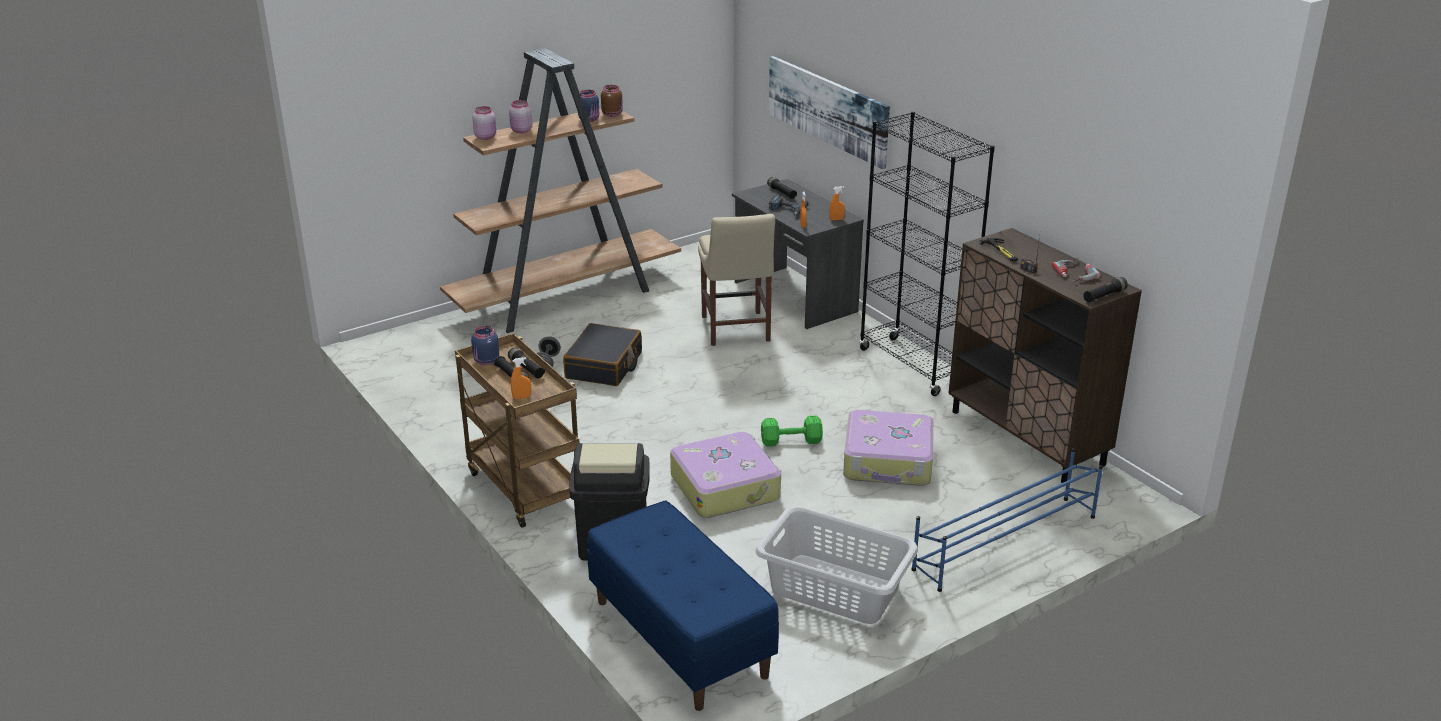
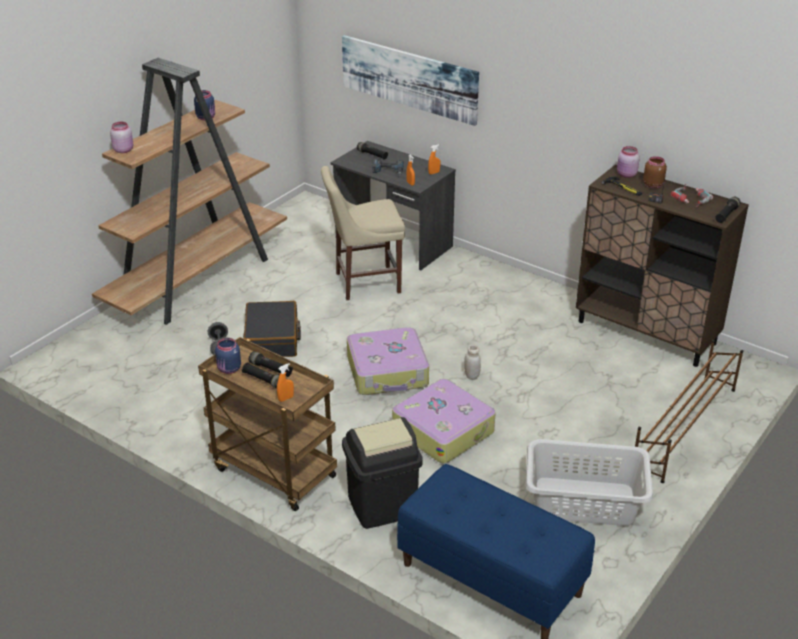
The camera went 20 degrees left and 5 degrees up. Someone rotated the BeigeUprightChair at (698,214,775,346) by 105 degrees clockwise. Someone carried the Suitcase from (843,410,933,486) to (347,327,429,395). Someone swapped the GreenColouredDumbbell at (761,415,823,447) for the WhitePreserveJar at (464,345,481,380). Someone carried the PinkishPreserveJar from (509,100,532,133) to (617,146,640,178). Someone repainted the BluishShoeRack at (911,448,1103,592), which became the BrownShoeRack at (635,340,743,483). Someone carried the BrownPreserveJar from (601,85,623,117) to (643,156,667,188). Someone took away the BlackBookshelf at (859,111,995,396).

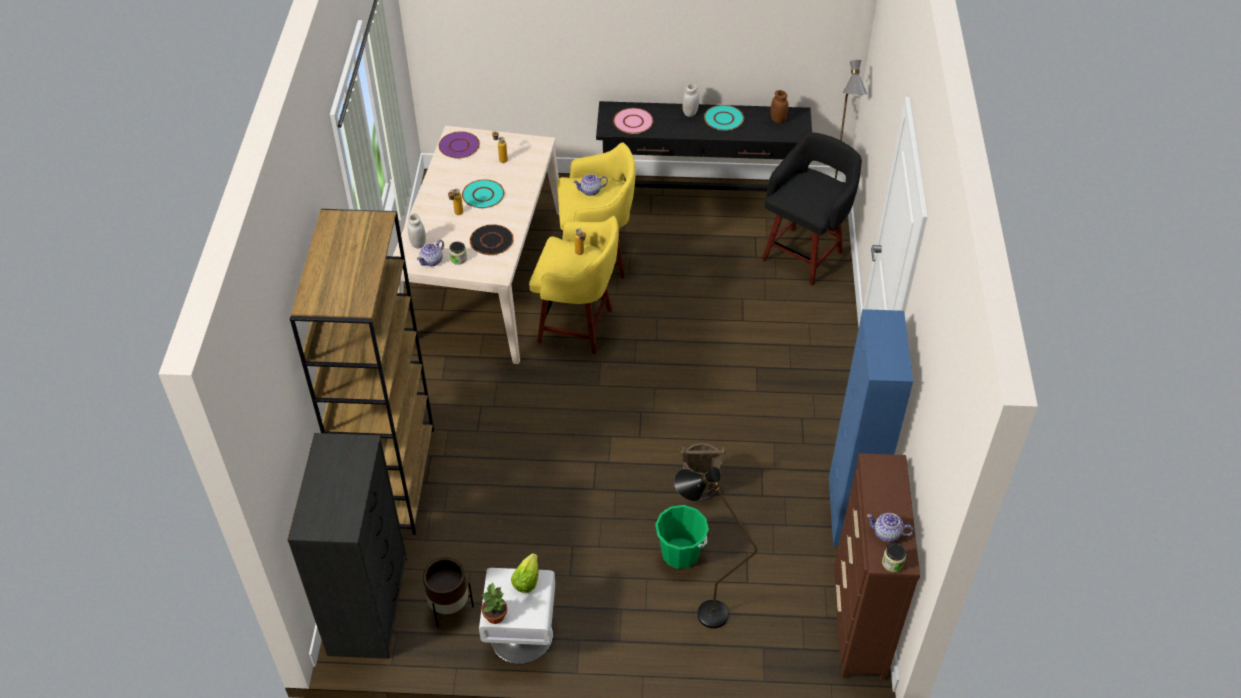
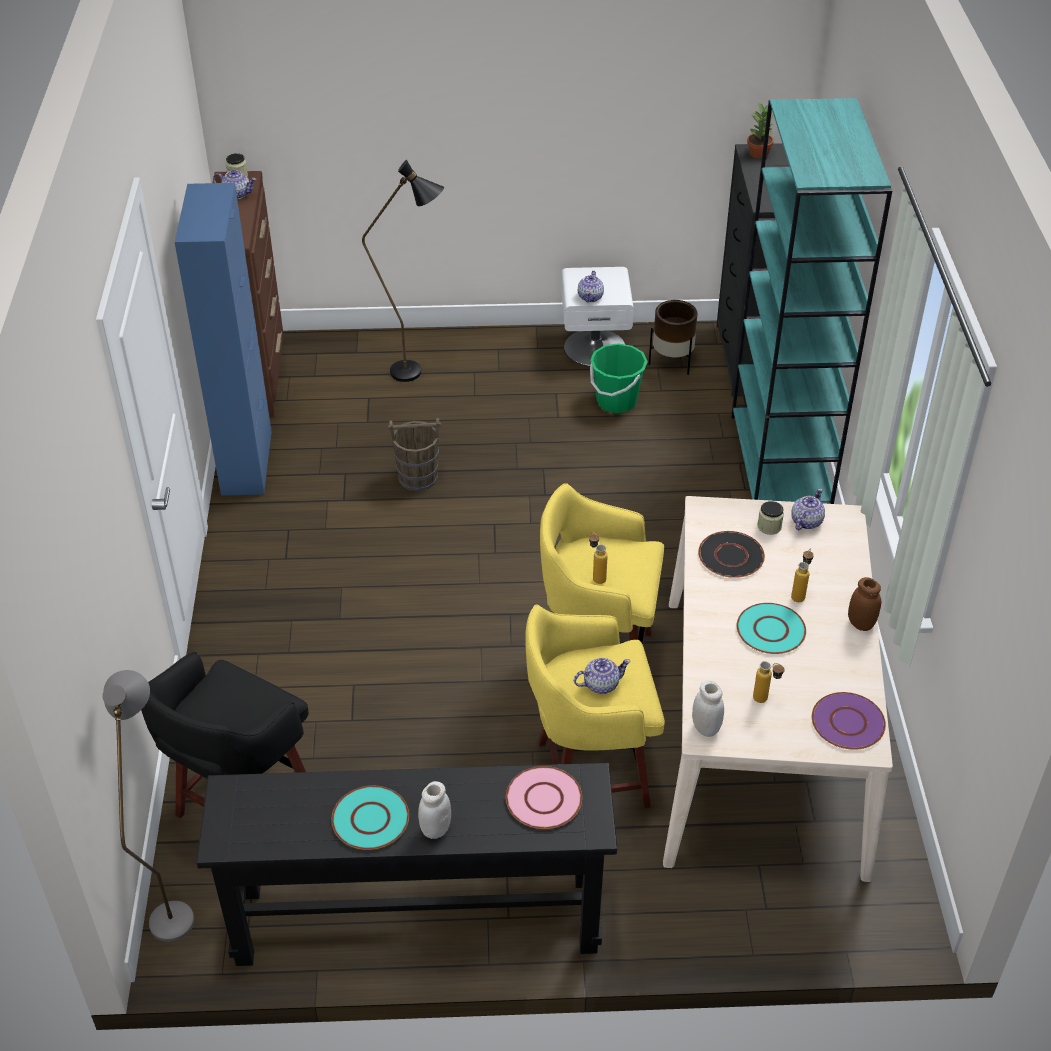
The camera went 175 degrees right and 5 degrees down. Someone swapped the LettuceHead at (511,553,539,593) for the Teapot at (578,271,604,302). Someone carried the GreenColouredBucket from (655,505,709,569) to (590,343,648,413). Someone carried the WhitePreserveJar from (407,213,426,248) to (692,681,724,737). Someone repainted the BrownBookshelf at (290,209,434,535), which became the TurquoiseBookshelf at (731,98,892,504). Someone carried the PlantInAPot from (482,582,507,624) to (747,102,774,158). Someone carried the BrownPreserveJar from (771,90,788,123) to (848,577,881,631).

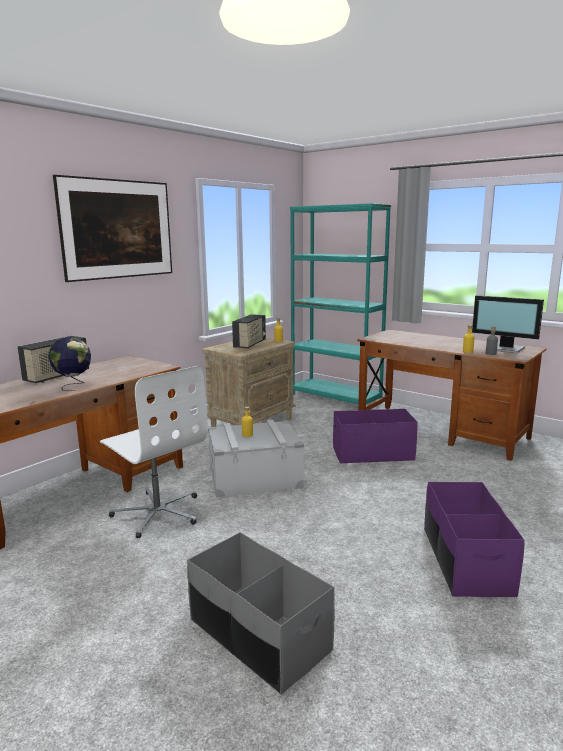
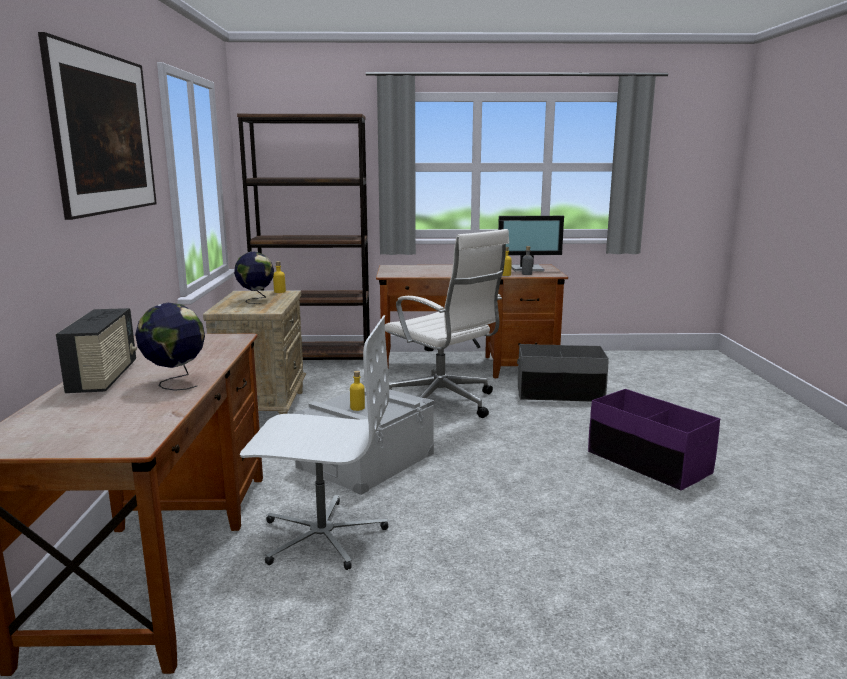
The camera went 40 degrees left and 0 degrees up. Someone swapped the RadioSet at (232,314,266,348) for the DeskGlobe at (234,252,274,304). Someone repainted the TurquoiseBookshelf at (290,203,391,405), which became the BrownBookshelf at (237,114,370,360). Someone swapped the PurplishStorageBin at (333,409,418,464) for the WhiteOfficeChair at (385,229,509,418). Someone carried the GreyStorageBin from (187,532,335,695) to (517,344,609,402).

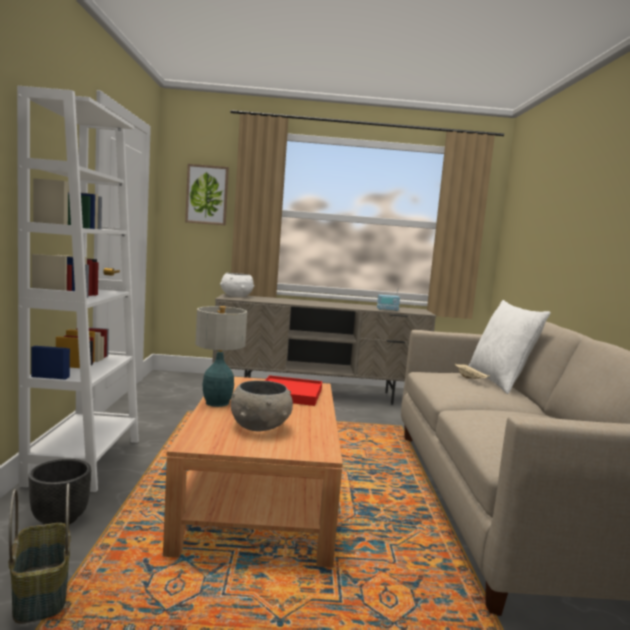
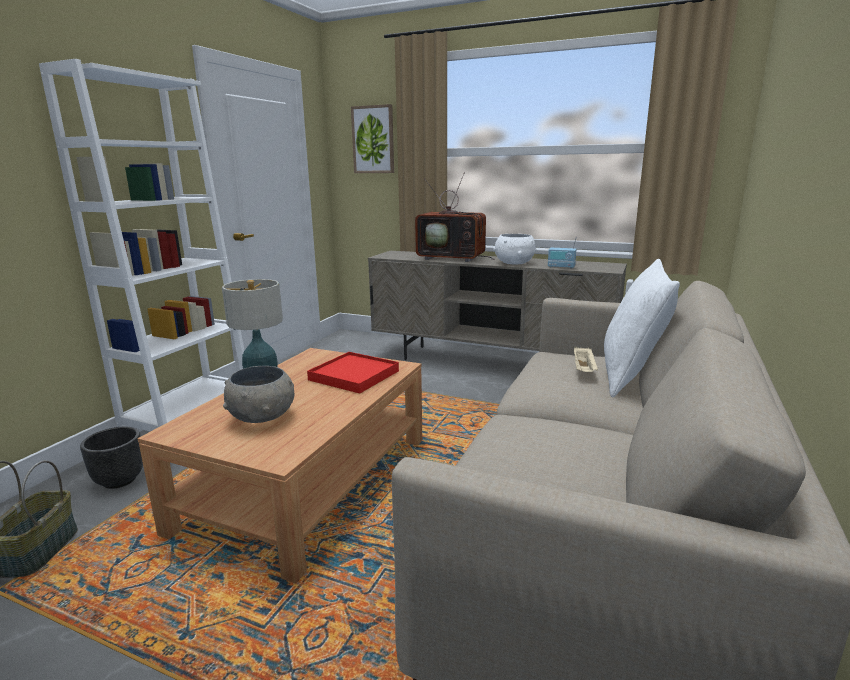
The camera went 25 degrees right and 10 degrees up. Someone put down the TvSet at (415,174,495,262). Someone carried the WhiteDeepDish from (220,273,254,297) to (493,234,537,264).

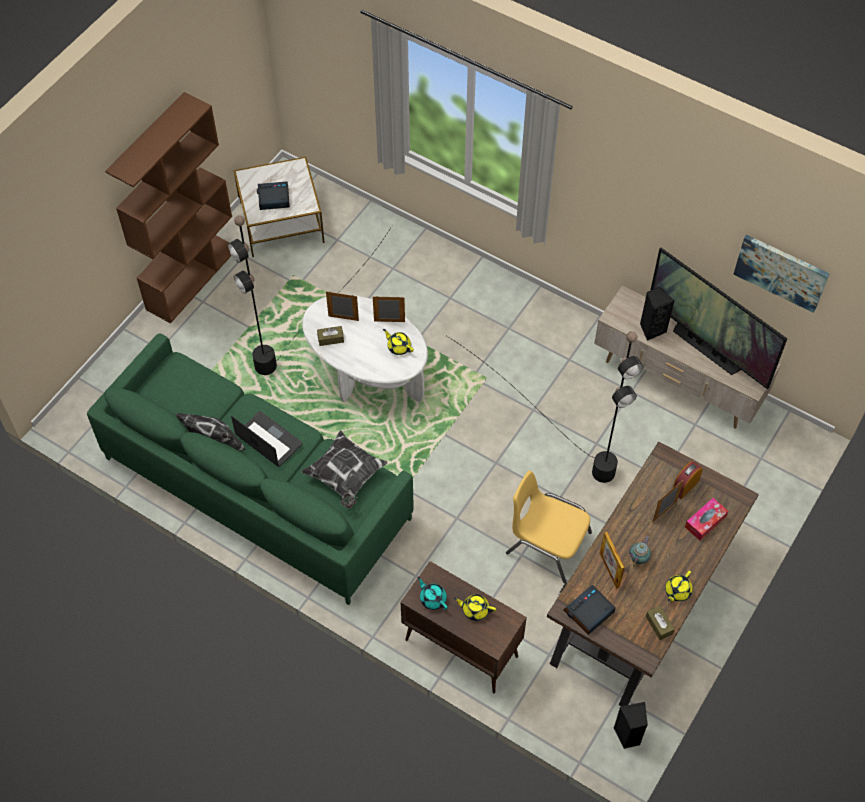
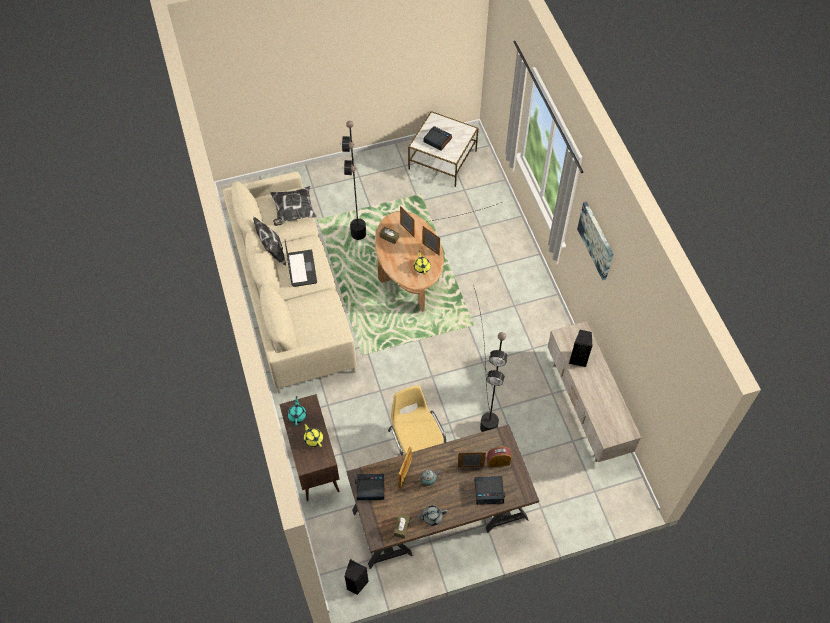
The camera went 40 degrees right and 0 degrees up. Someone repainted the GreenColouredSettee at (87,333,414,605), which became the BeigeSettee at (223,172,356,394). Someone carried the Pillow from (301,430,388,509) to (271,186,317,226). Someone repainted the WhiteLowTable at (302,295,428,402), which became the BrownLowTable at (375,211,444,312). Someone repainted the YellowTeapot at (665,571,692,602), which became the GreyTeapot at (416,505,448,526). Someone swapped the TissueBox at (685,498,728,541) for the AlarmClock at (475,476,505,505). Someone carried the Picture from (733,234,830,313) to (577,202,613,280). Someone took away the BrownBookshelf at (105,92,232,324). Someone took away the TvSet at (650,248,787,389).

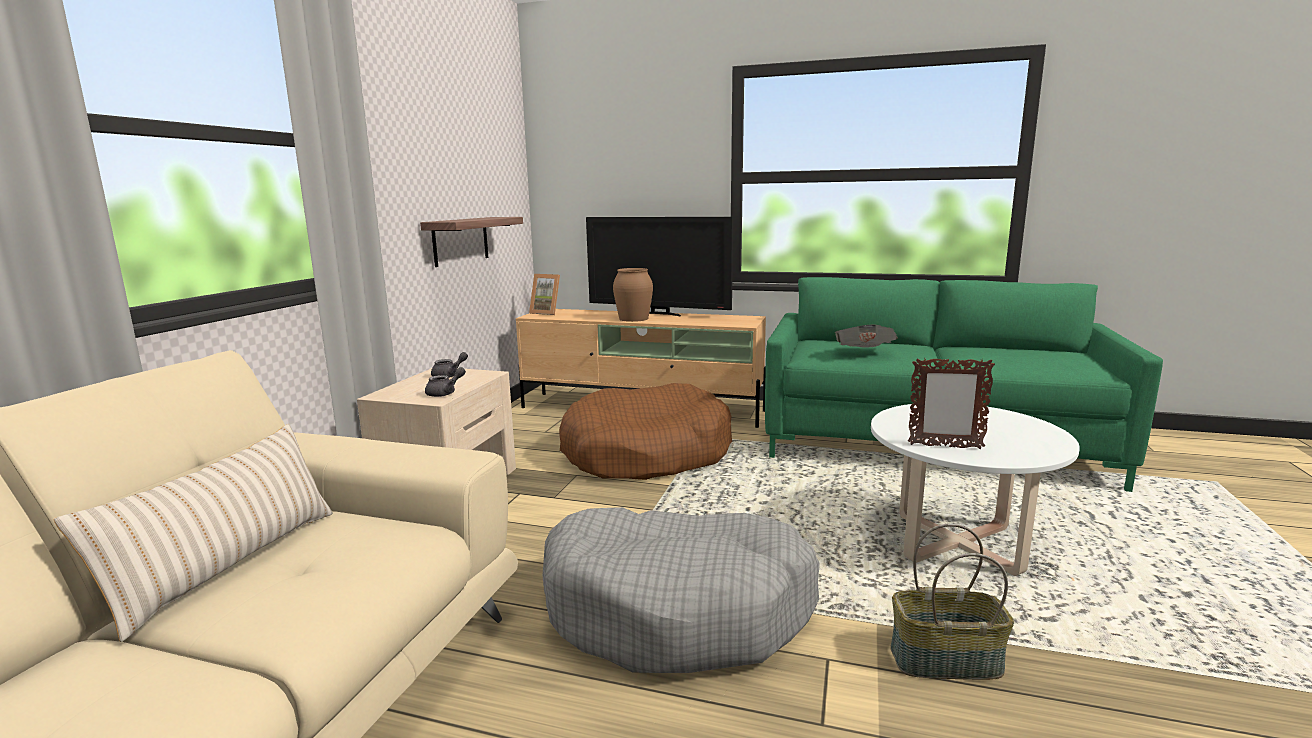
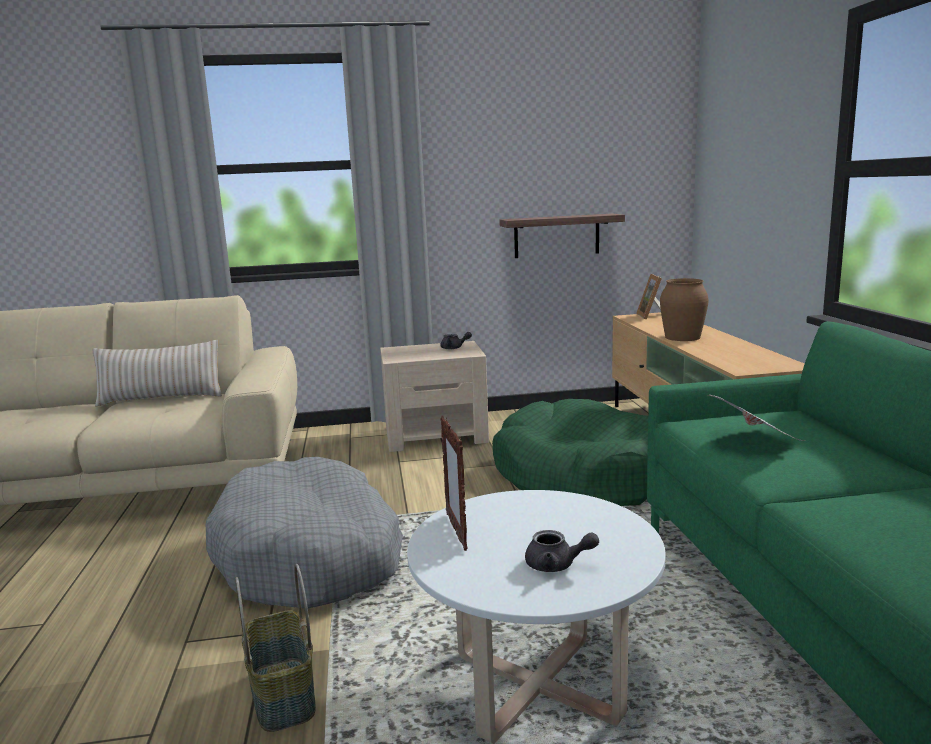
The camera went 65 degrees right and 0 degrees up. Someone repainted the BrownDogBed at (559,383,732,480), which became the GreenColouredDogBed at (492,399,648,506). Someone carried the GreyTeapot from (425,367,466,397) to (525,530,599,572). Someone took away the TvSet at (586,217,733,316).

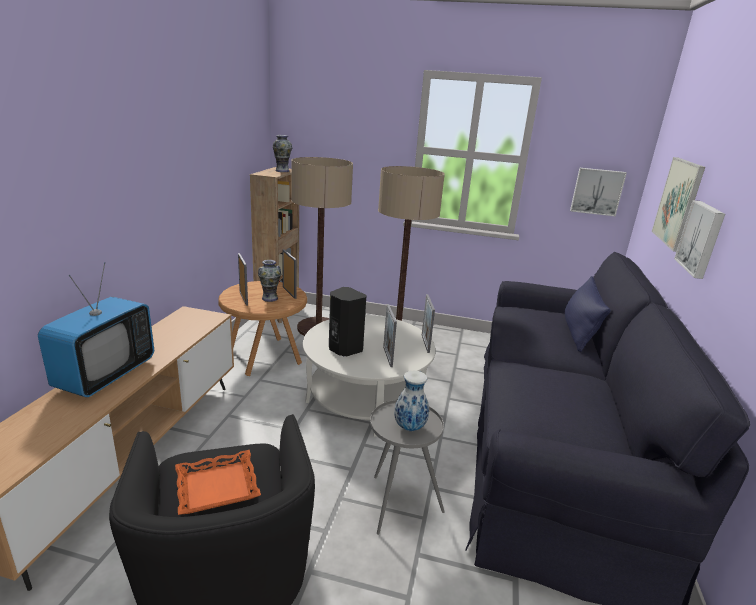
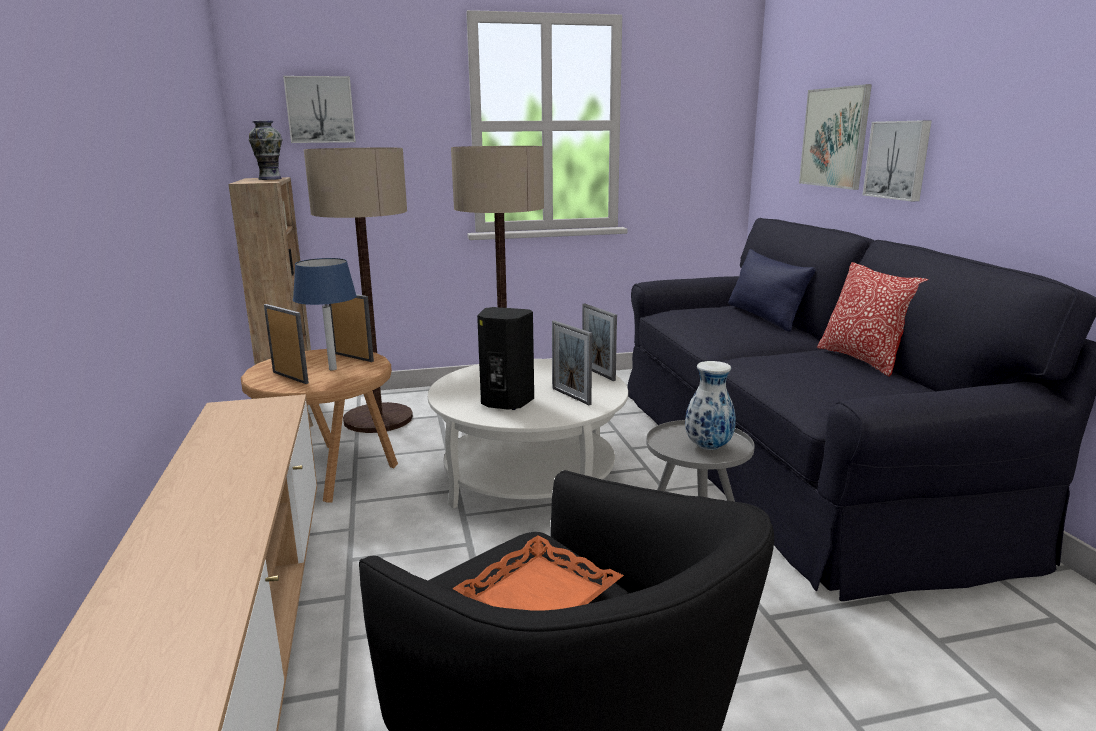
The camera went 25 degrees left and 5 degrees down. Someone carried the Picture from (570,168,627,217) to (283,76,356,143). Someone swapped the DecorativeVase at (258,260,281,302) for the BluishTabletopLamp at (293,258,357,370). Someone put down the Pillow at (817,262,928,377). Someone took away the TvSet at (38,262,154,397).

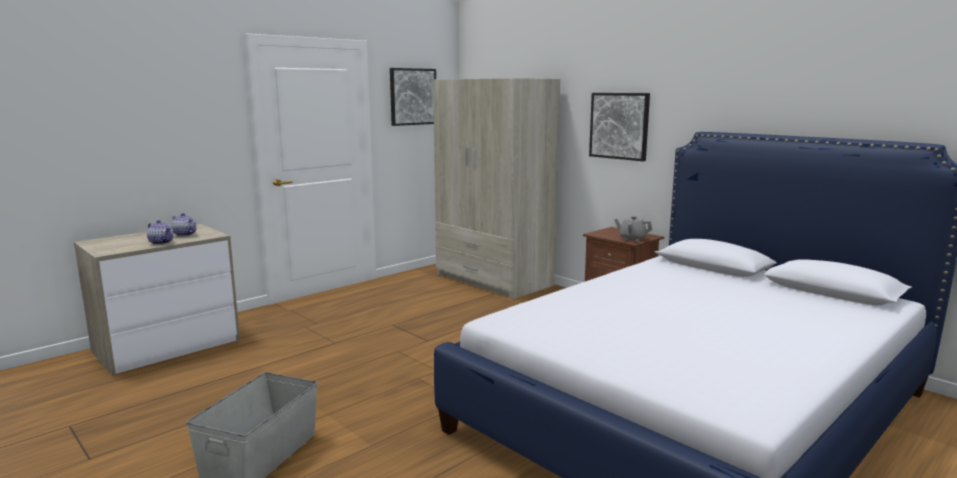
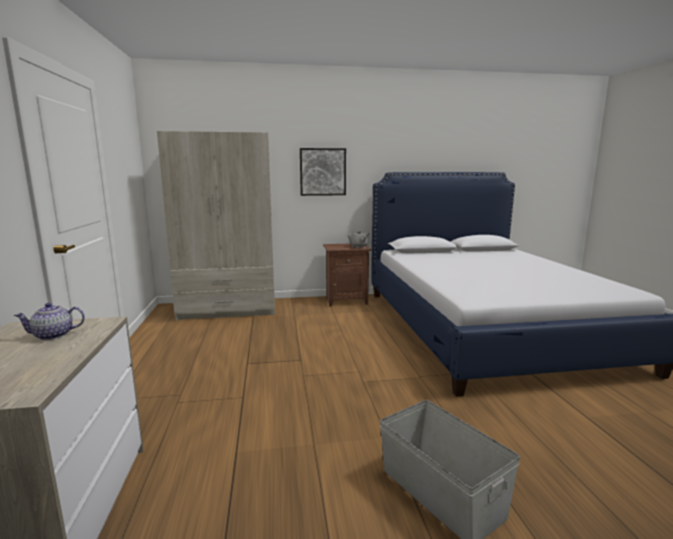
The camera went 55 degrees left and 0 degrees up. Someone took away the Teapot at (147,220,174,245). Someone took away the Picture at (390,68,436,126).

